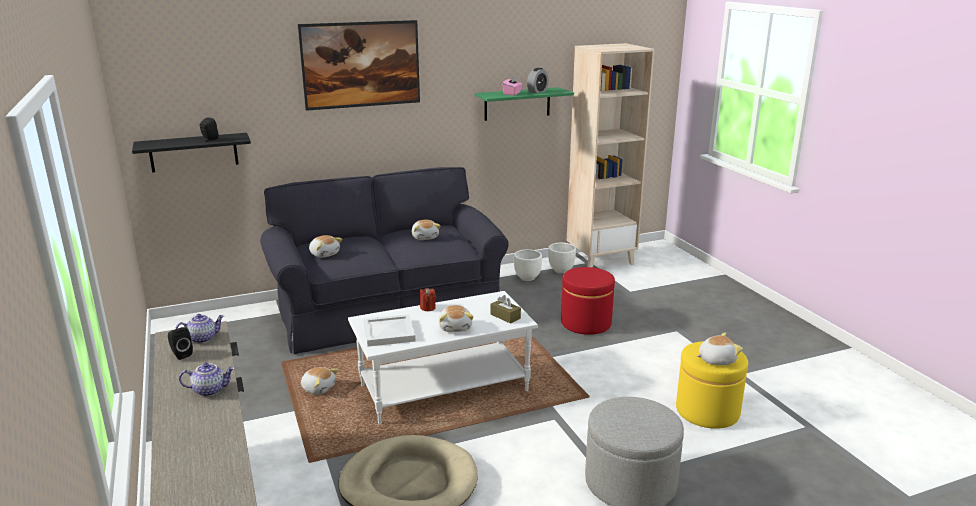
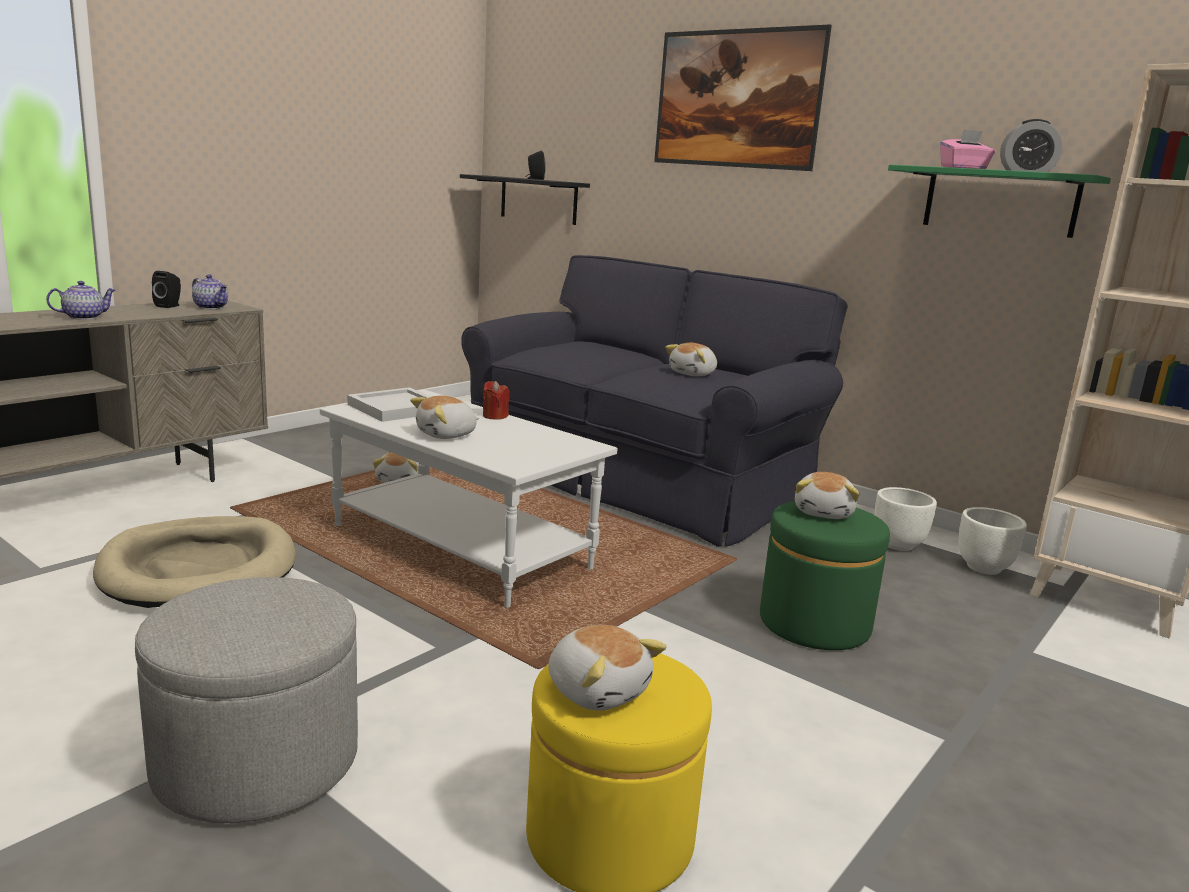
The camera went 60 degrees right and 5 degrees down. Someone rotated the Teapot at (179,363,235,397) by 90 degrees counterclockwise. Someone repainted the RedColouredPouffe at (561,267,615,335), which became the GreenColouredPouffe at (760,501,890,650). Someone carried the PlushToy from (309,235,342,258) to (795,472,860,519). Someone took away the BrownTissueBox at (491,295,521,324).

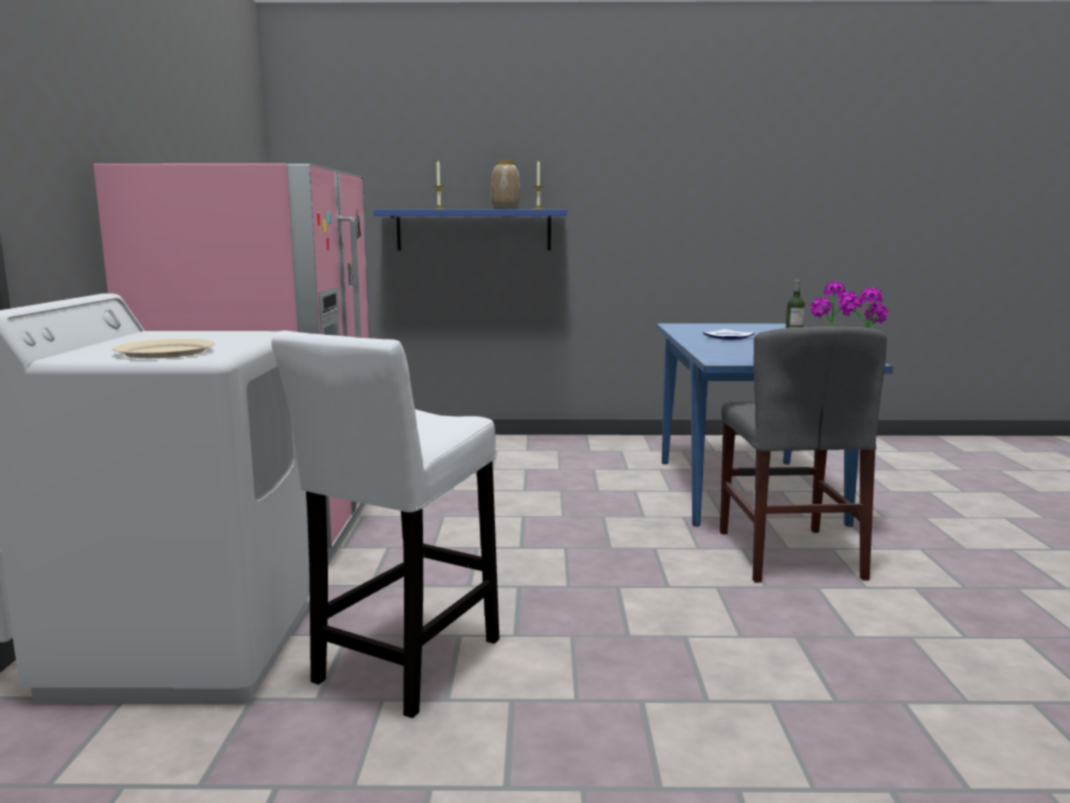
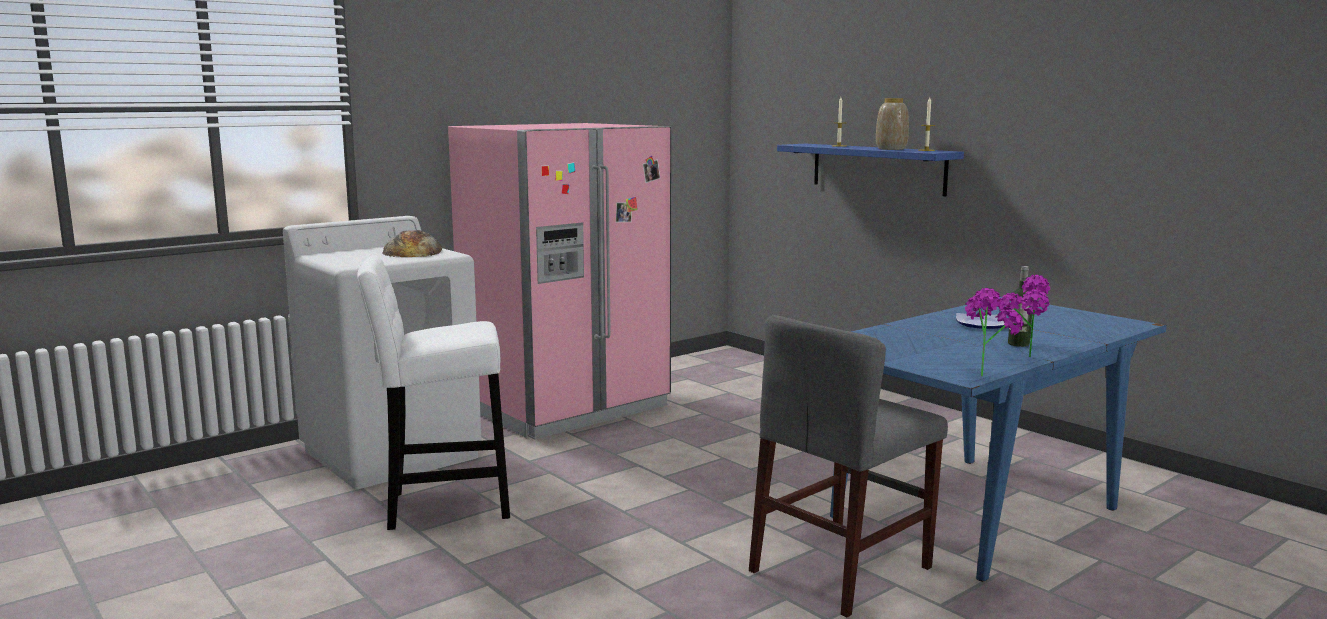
The camera went 50 degrees right and 0 degrees up. Someone put down the BakeryBread at (382,230,442,257). Someone took away the BeigePlate at (112,339,215,358).

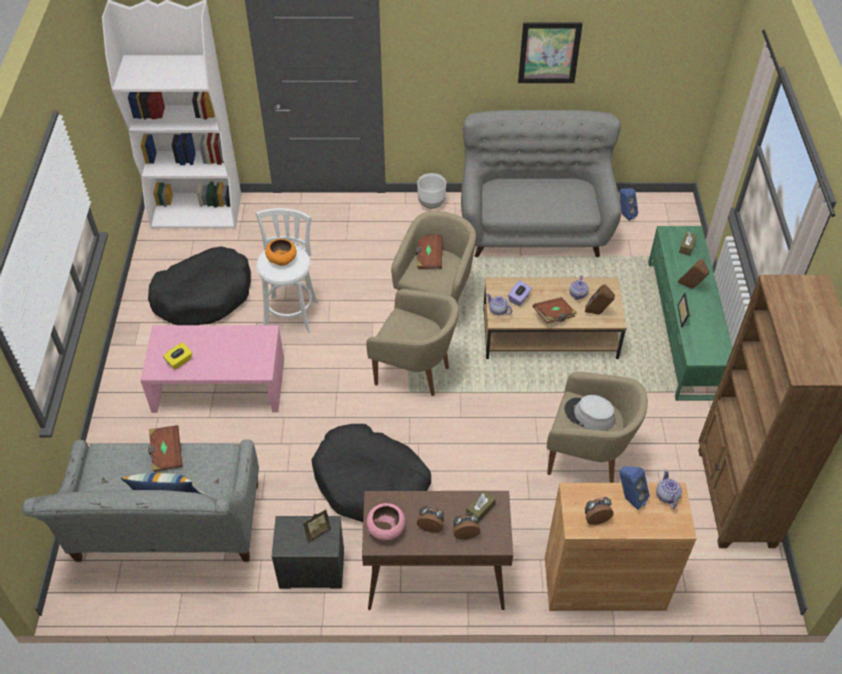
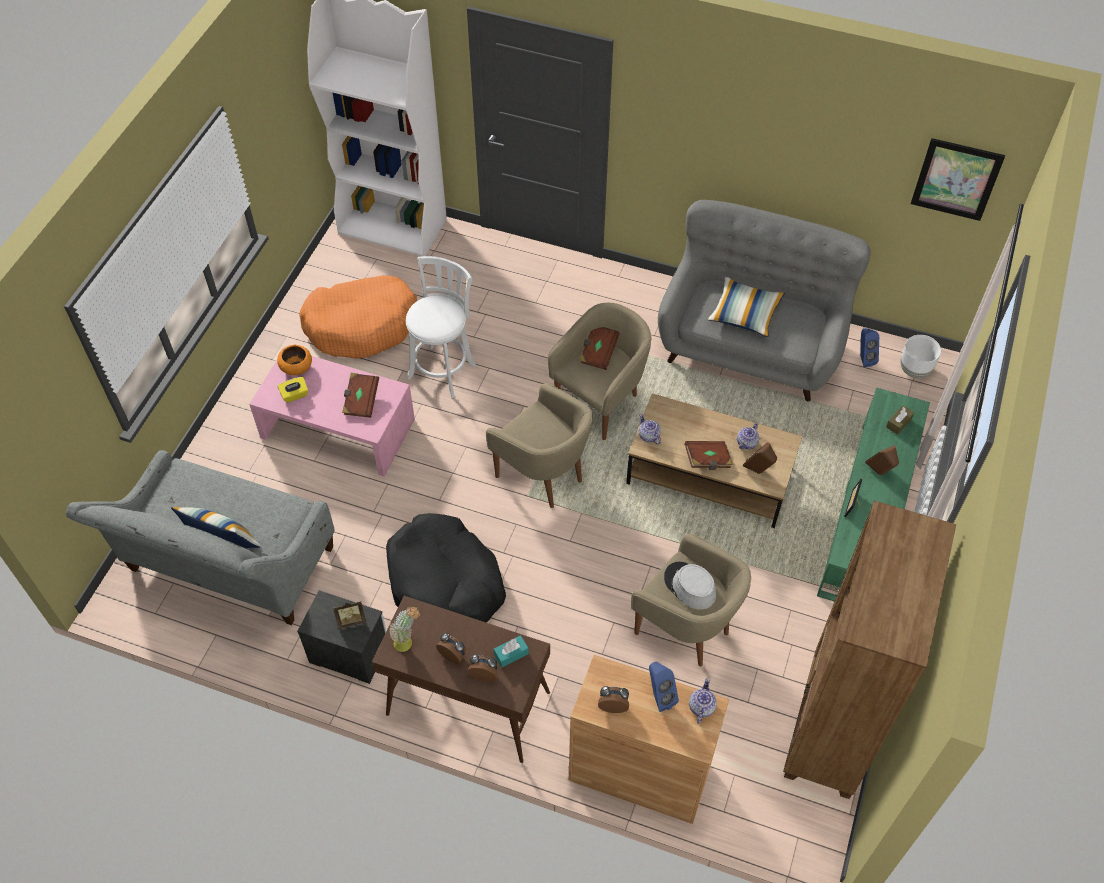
The camera went 20 degrees right and 5 degrees up. Someone carried the OrangeDeepDish from (265,239,297,265) to (277,345,312,375). Someone repainted the BlackDogBed at (148,246,251,325), which became the OrangeDogBed at (299,275,417,359). Someone carried the BrownVolume from (148,425,183,472) to (342,373,379,418). Someone swapped the PinkishDeepDish at (366,503,405,541) for the PlantInAPot at (389,607,420,652). Someone repainted the BrownTissueBox at (466,490,496,523), which became the TurquoiseTissueBox at (494,635,529,668). Someone put down the Pillow at (708,277,785,337). Someone carried the WhiteFlowerPot from (417,173,446,209) to (901,335,941,378). Someone carried the Picture from (518,22,583,83) to (911,138,1005,221). Someone took away the PurplishTissueBox at (508,280,532,306).

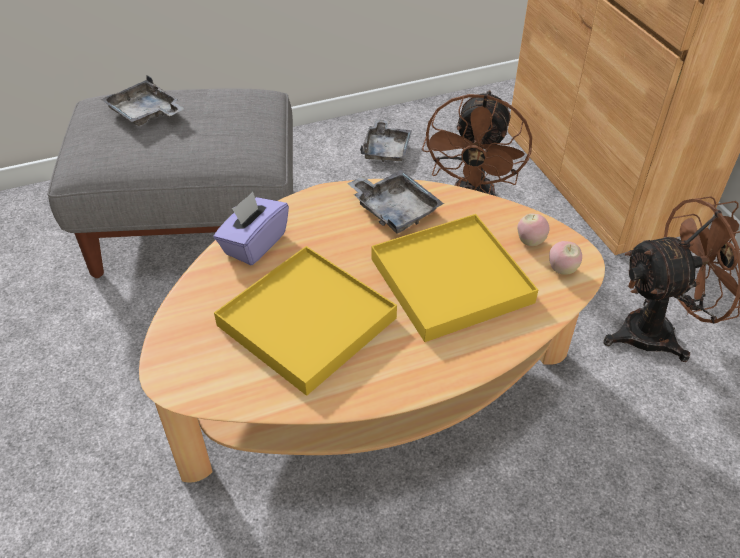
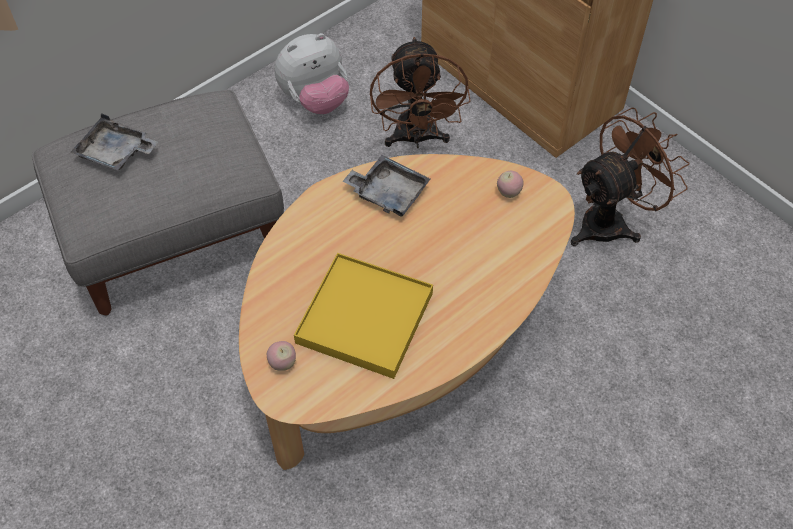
The camera went 20 degrees left and 10 degrees up. Someone carried the AppleFruit from (549,241,582,275) to (267,341,296,371). Someone swapped the GreyCarryingTray at (360,119,412,162) for the PlushToy at (275,33,349,114). Someone took away the PurplishTissueBox at (214,192,289,265). Someone took away the YellowCarryingTray at (371,214,538,342).

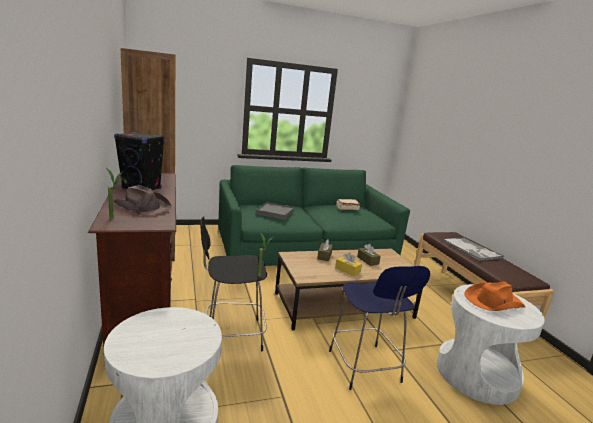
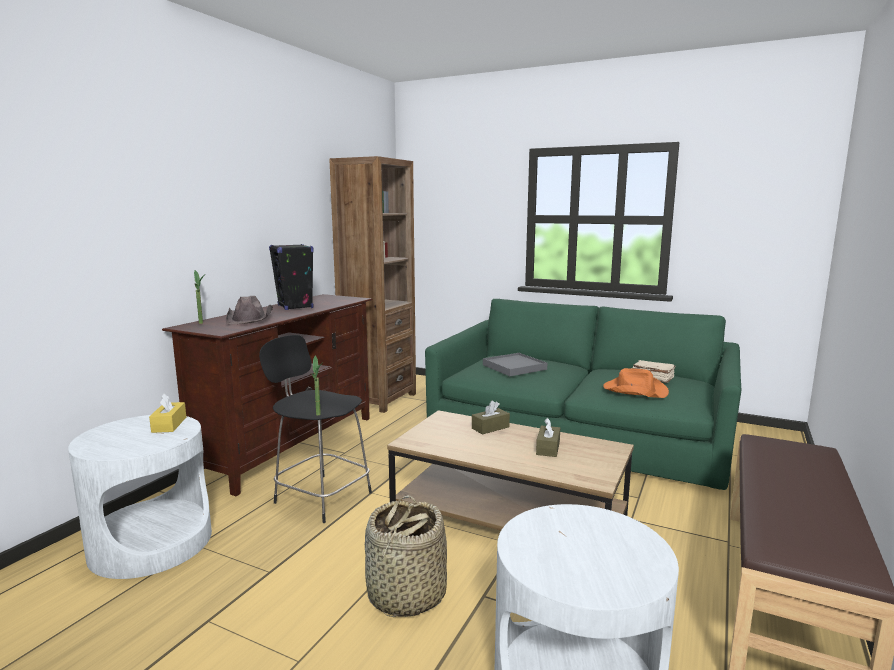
The camera went 45 degrees right and 5 degrees down. Someone carried the YellowTissueBox from (335,253,362,276) to (149,393,186,433). Someone swapped the BluishStool at (329,266,430,390) for the Basket at (365,495,447,617). Someone carried the OrangeWearableHat from (464,281,525,311) to (603,368,669,398). Someone took away the CarryingTray at (442,237,504,261).

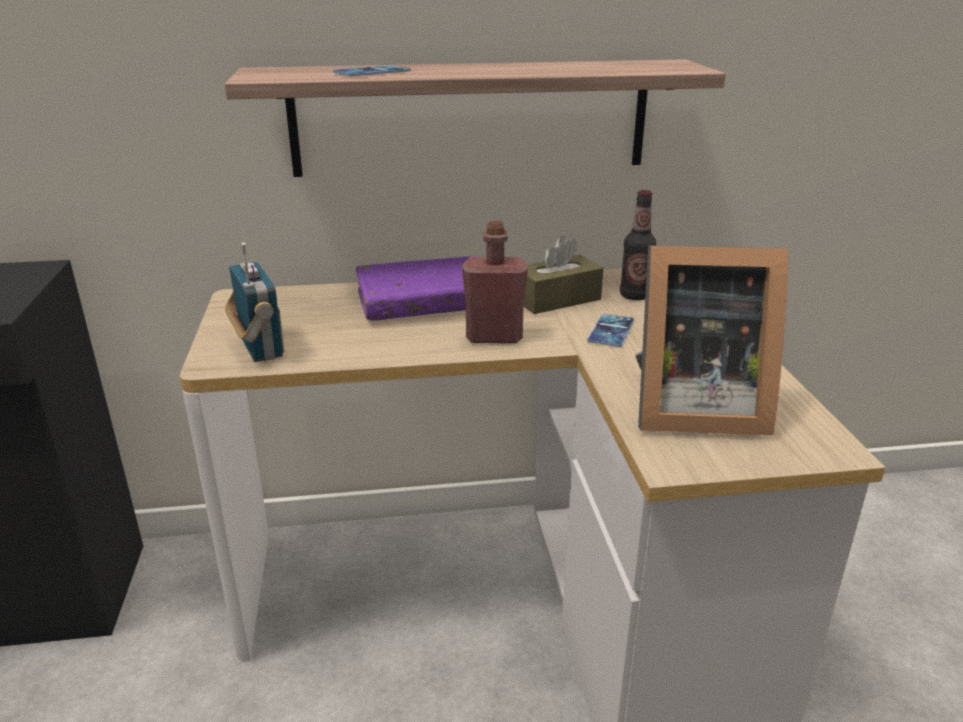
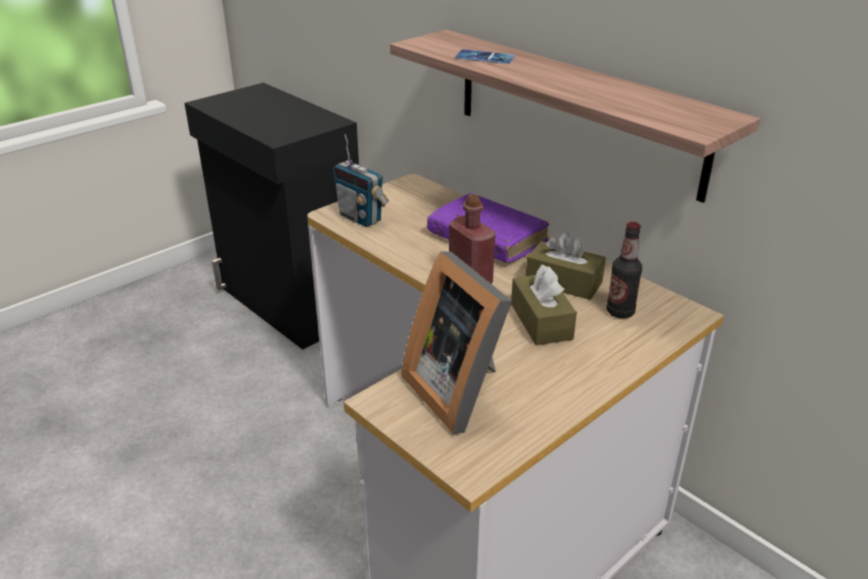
The camera went 55 degrees right and 5 degrees up. Someone rotated the RadioSet at (225,242,284,362) by 105 degrees clockwise. Someone swapped the Telephone at (587,314,634,347) for the BrownTissueBox at (511,264,577,345).

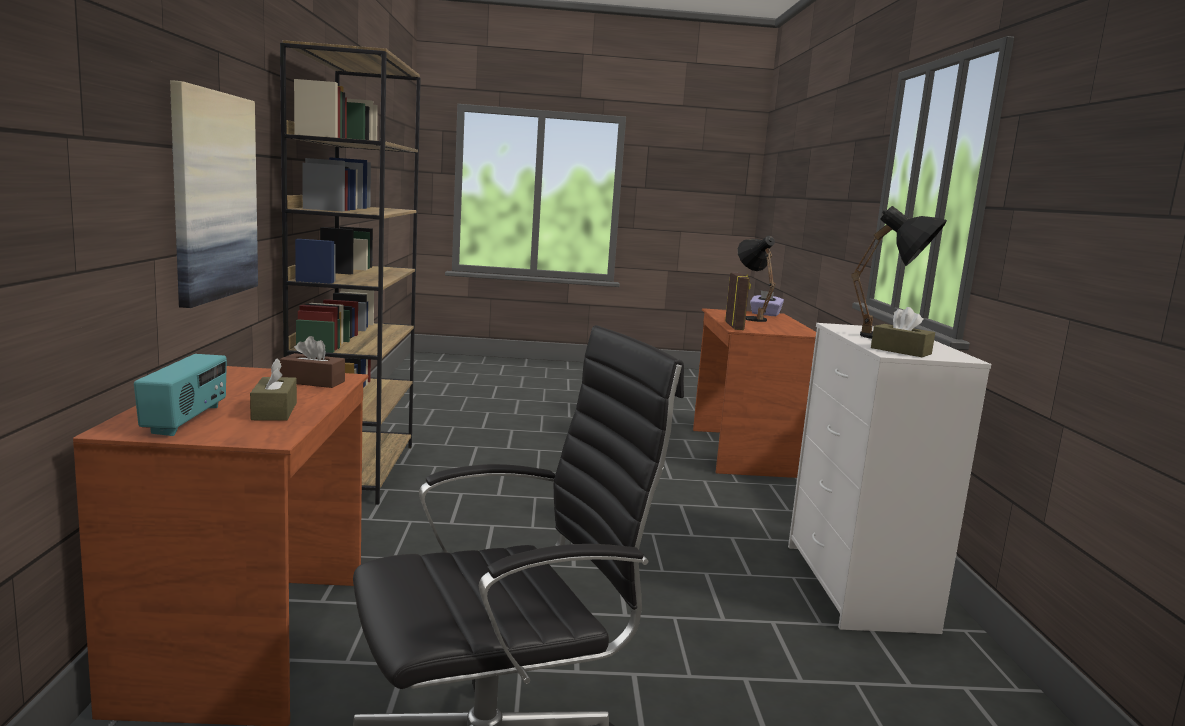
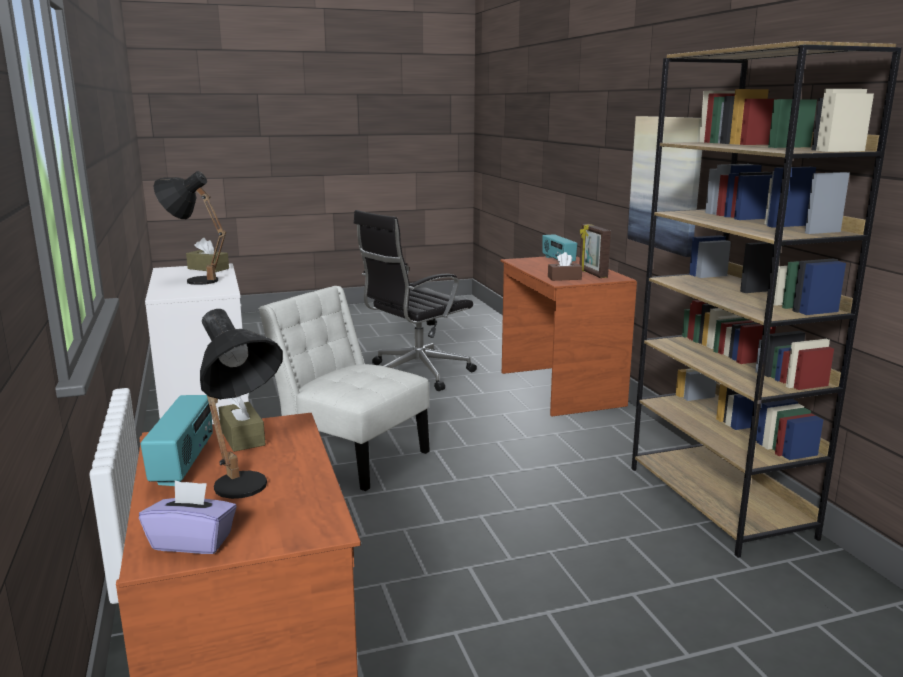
The camera went 165 degrees right and 5 degrees up. Someone put down the RadioSet at (141,395,213,486). Someone carried the BrownTissueBox from (250,358,297,421) to (218,396,266,452). Someone put down the WhiteUprightChair at (259,286,430,491). Someone carried the PictureFrame from (725,272,751,330) to (579,224,611,278).

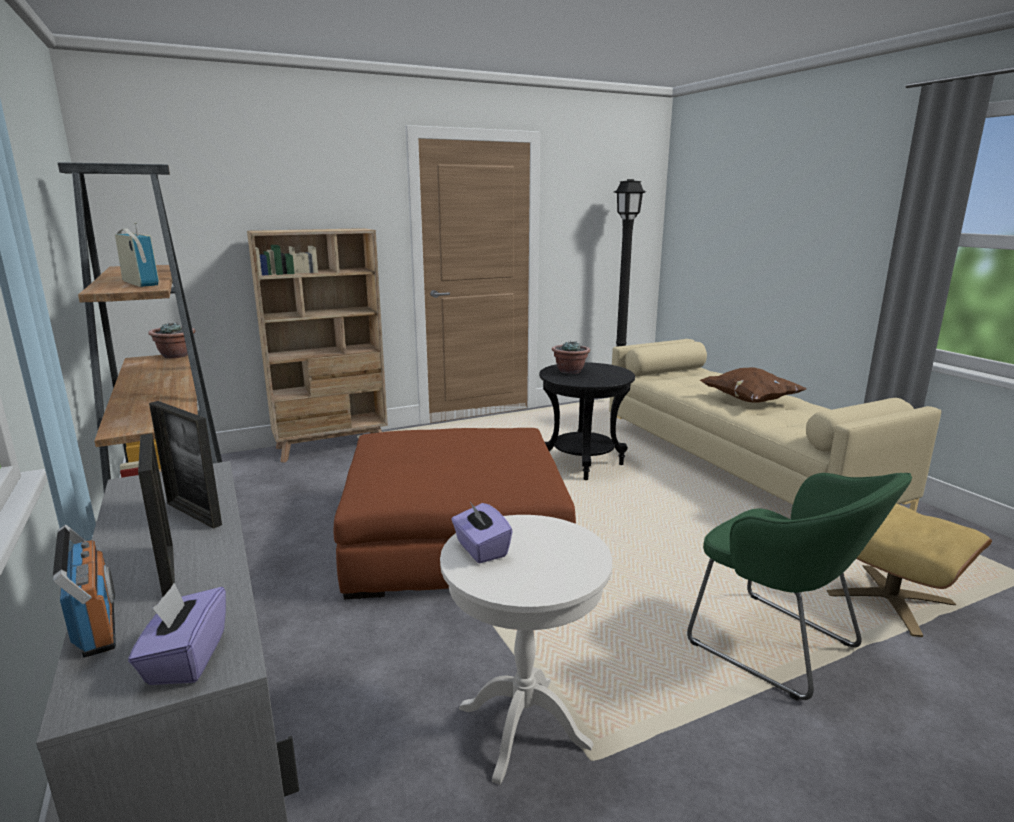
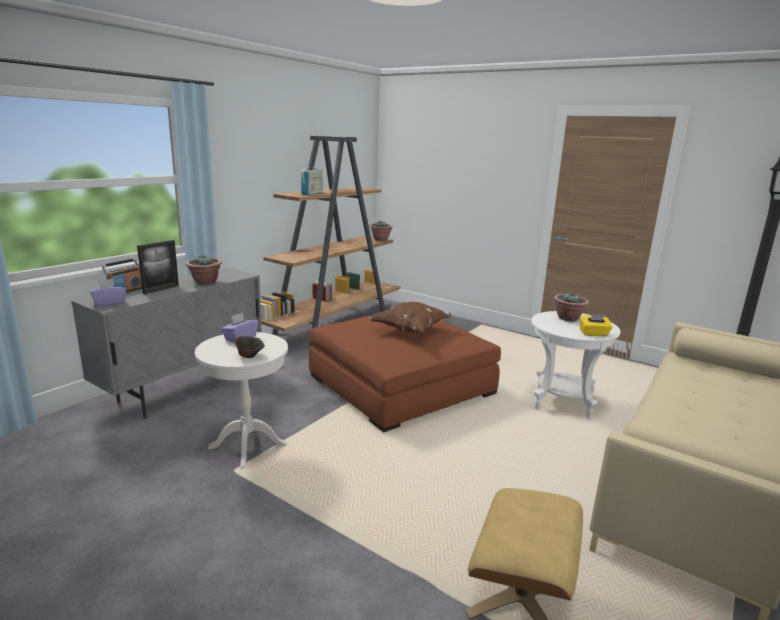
The camera went 60 degrees right and 0 degrees up. Someone swapped the PictureFrame at (149,401,222,529) for the PlantInAPot at (186,255,222,285). Someone put down the BrownDeepDish at (234,336,265,358). Someone carried the BrownPillow from (700,367,806,403) to (369,302,452,333). Someone repainted the BlackAccentTable at (539,362,635,480), which became the WhiteAccentTable at (531,311,621,419). Someone put down the YellowTissueBox at (579,314,613,336). Someone took away the BeigeBookshelf at (247,228,388,463). Someone took away the GreenColouredLoungeChair at (687,473,912,701).

